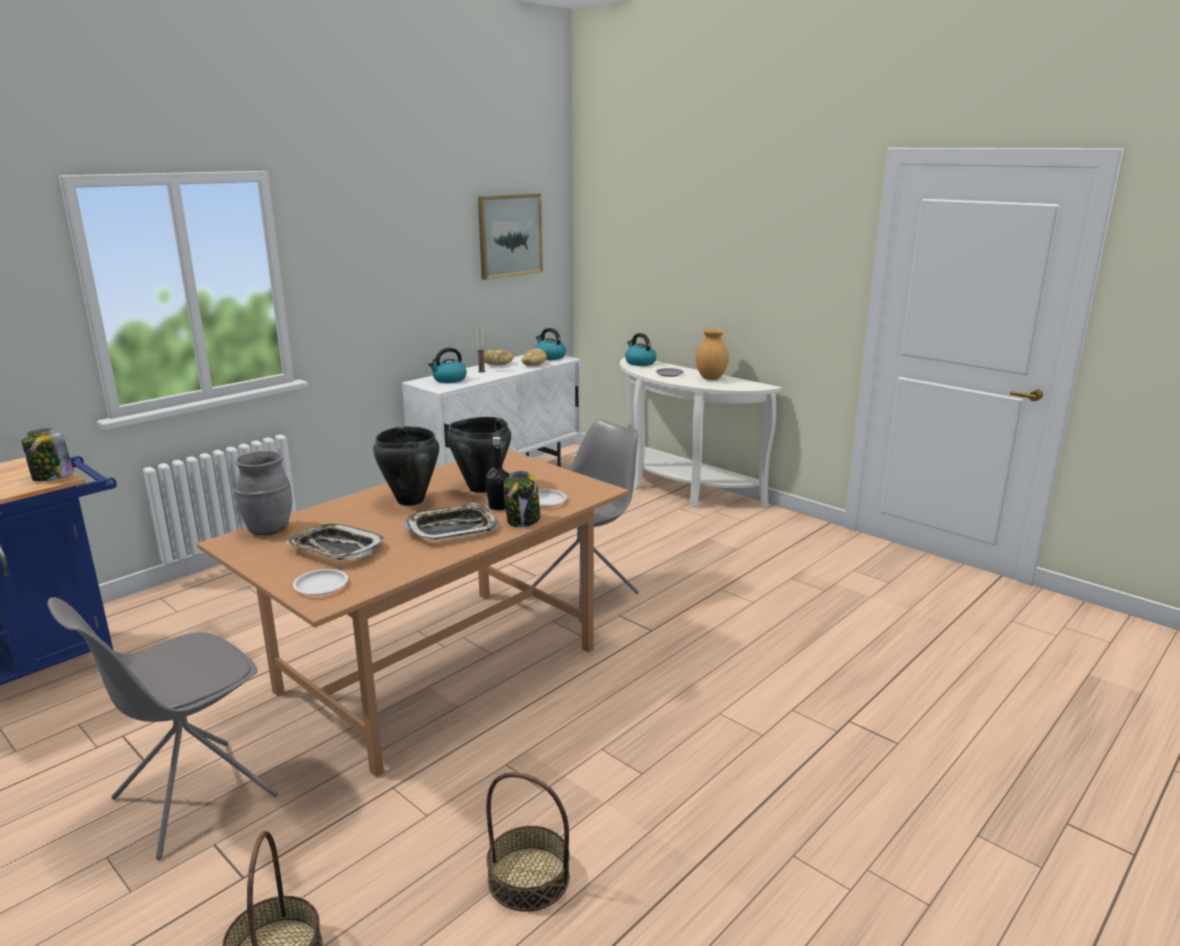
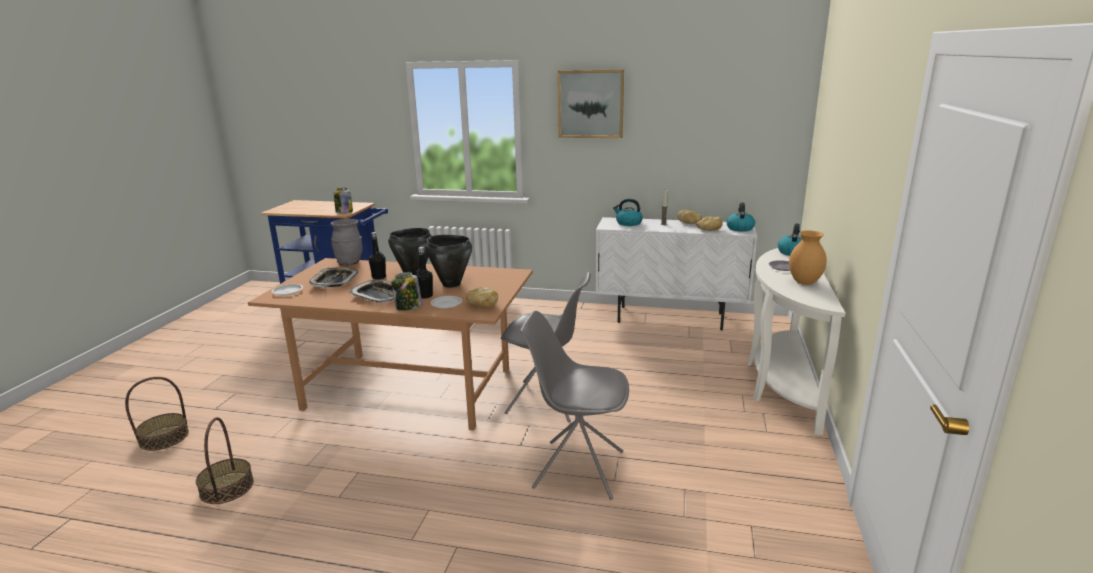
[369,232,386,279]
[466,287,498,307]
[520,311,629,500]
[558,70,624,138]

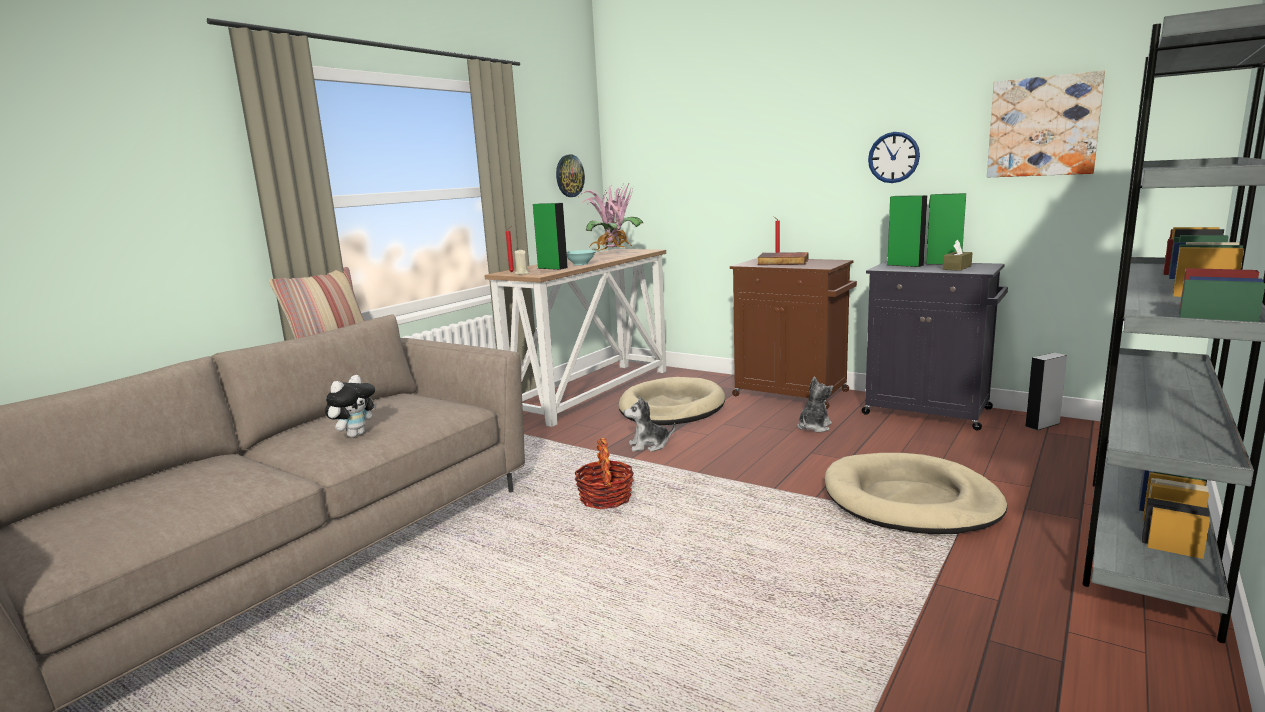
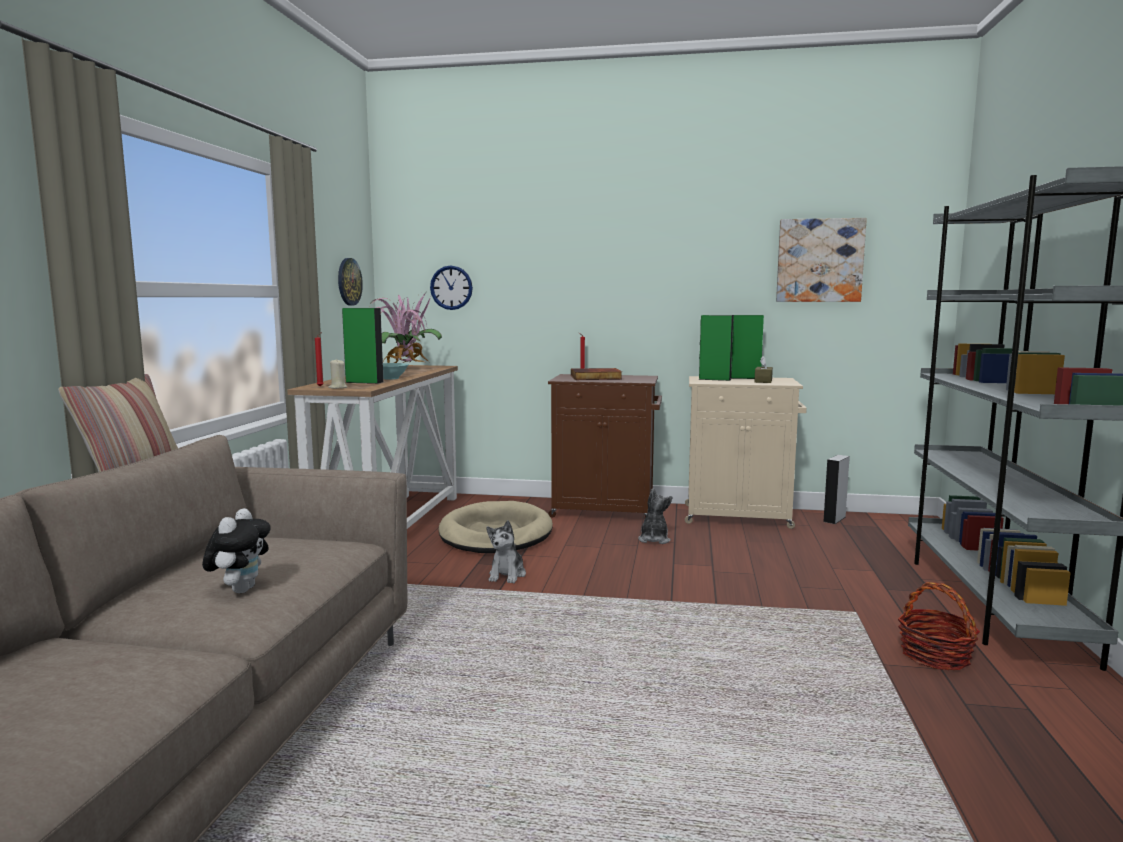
[430,265,473,310]
[486,520,526,584]
[685,376,807,529]
[898,582,980,670]
[825,453,1007,534] (first image)

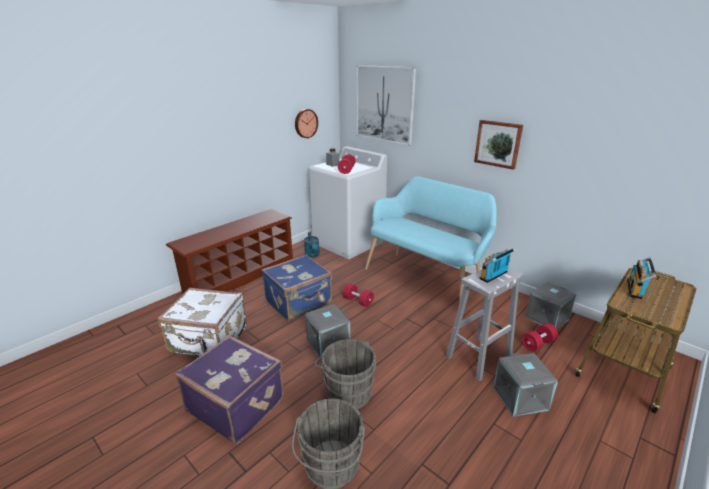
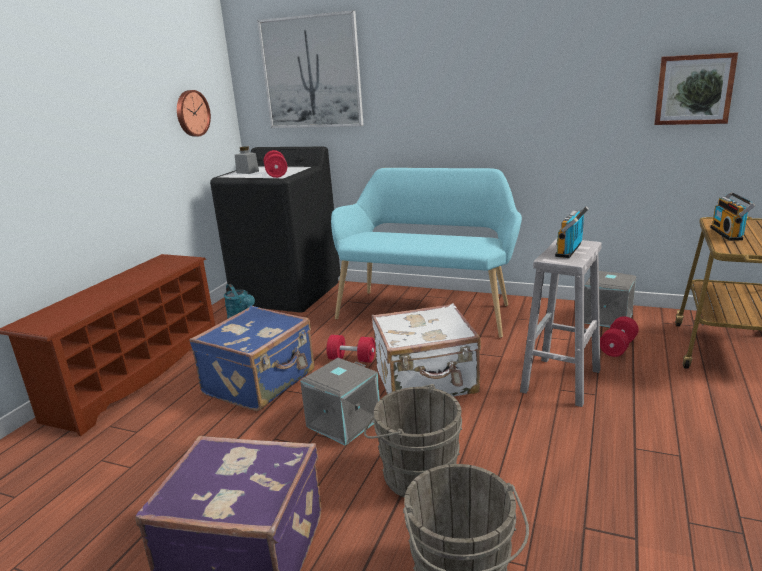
[210,147,340,313]
[372,303,481,396]
[654,52,738,125]
[493,353,558,416] (first image)

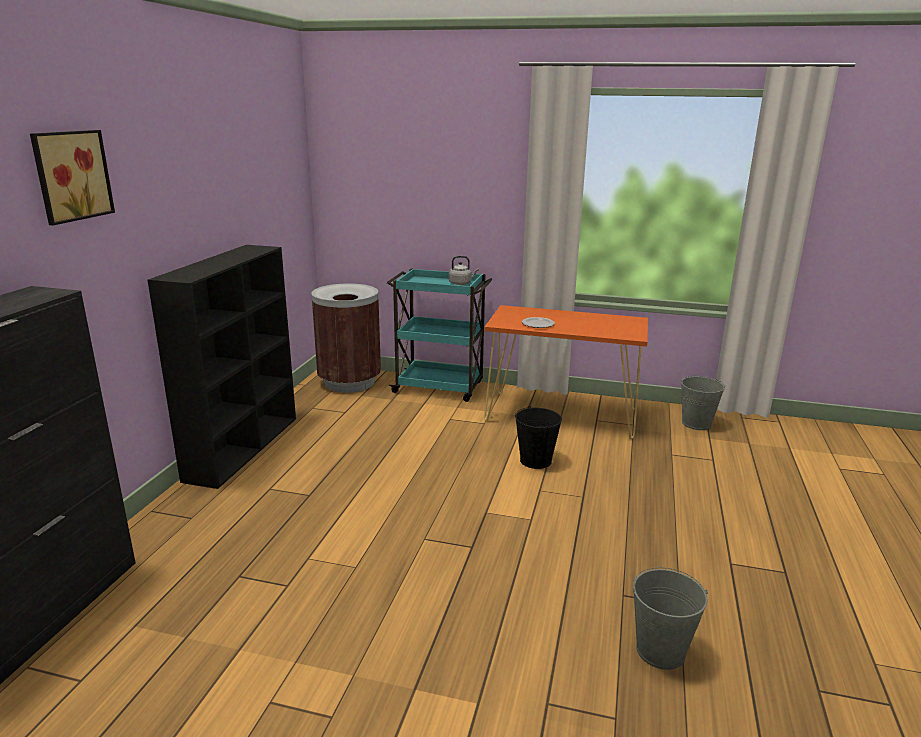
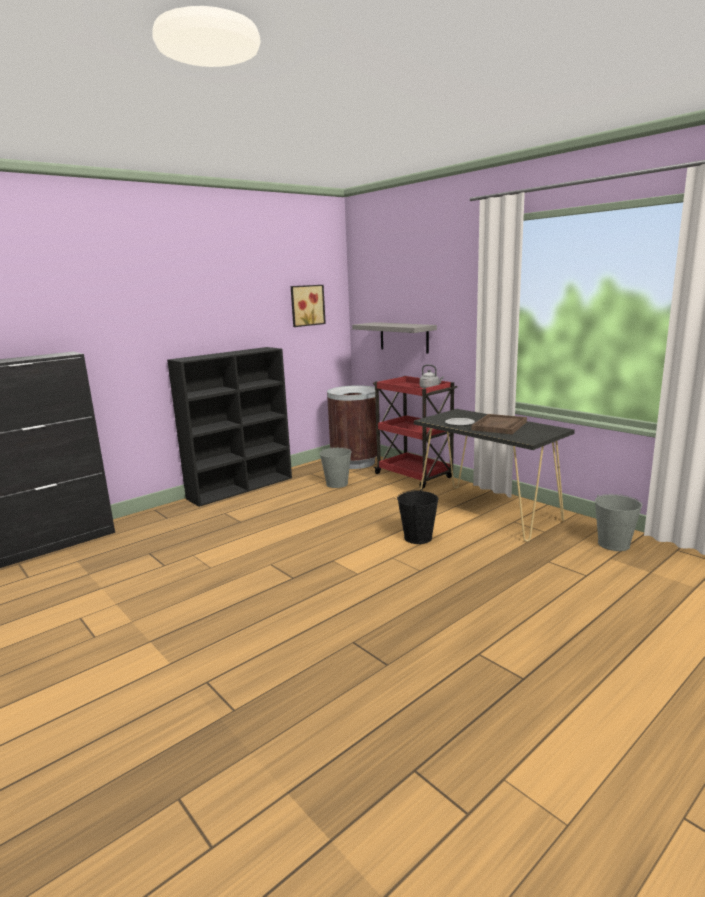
[291,285,326,327]
[320,447,352,488]
[352,322,437,354]
[373,376,457,489]
[414,409,575,542]
[471,414,527,434]

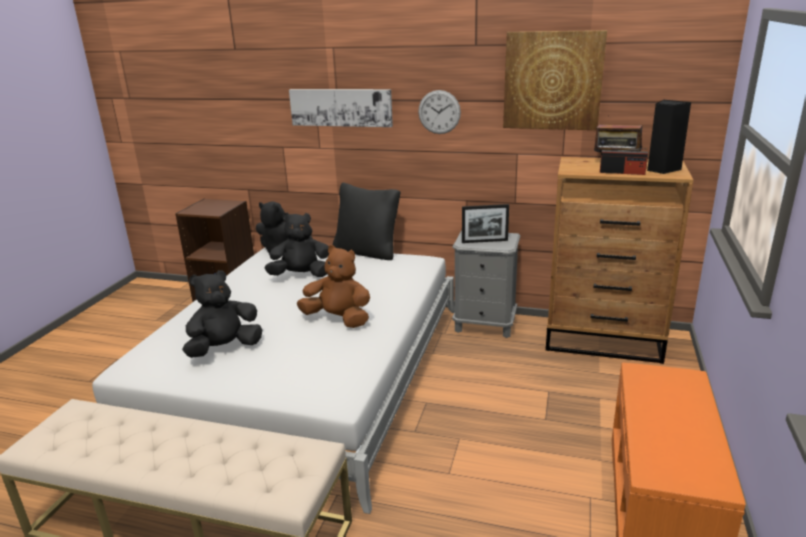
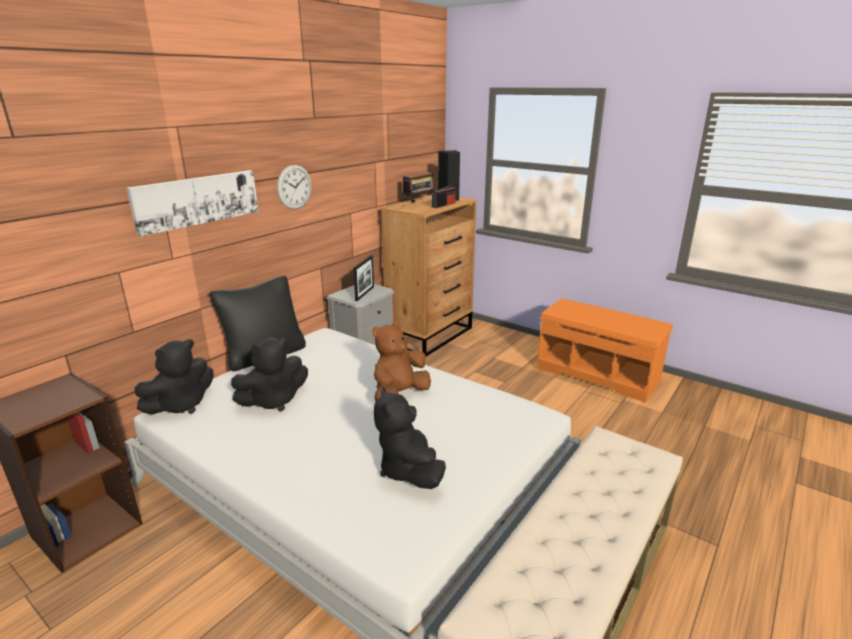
[231,337,308,412]
[503,30,607,130] (first image)

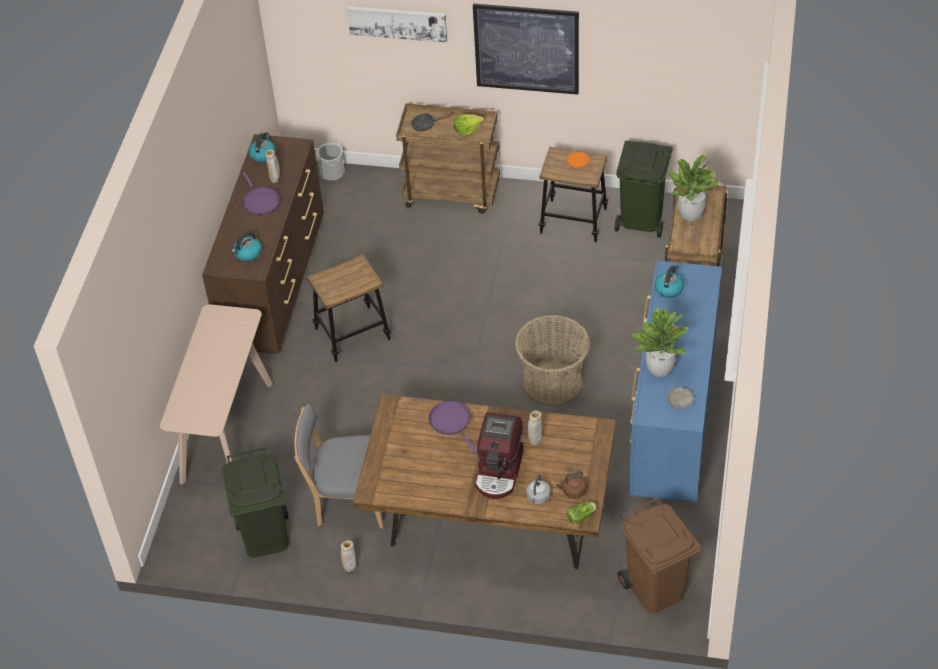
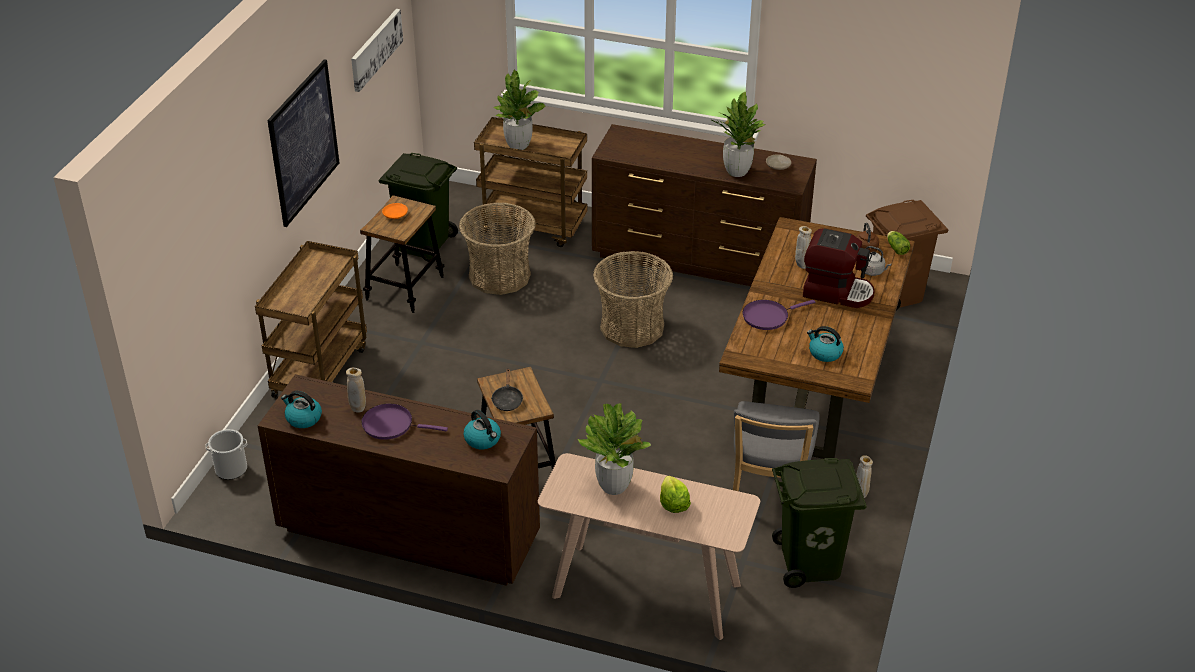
[351,9,403,92]
[361,404,448,440]
[459,203,536,295]
[491,368,523,411]
[578,403,651,495]
[592,124,817,286]
[660,475,691,513]
[807,326,844,362]

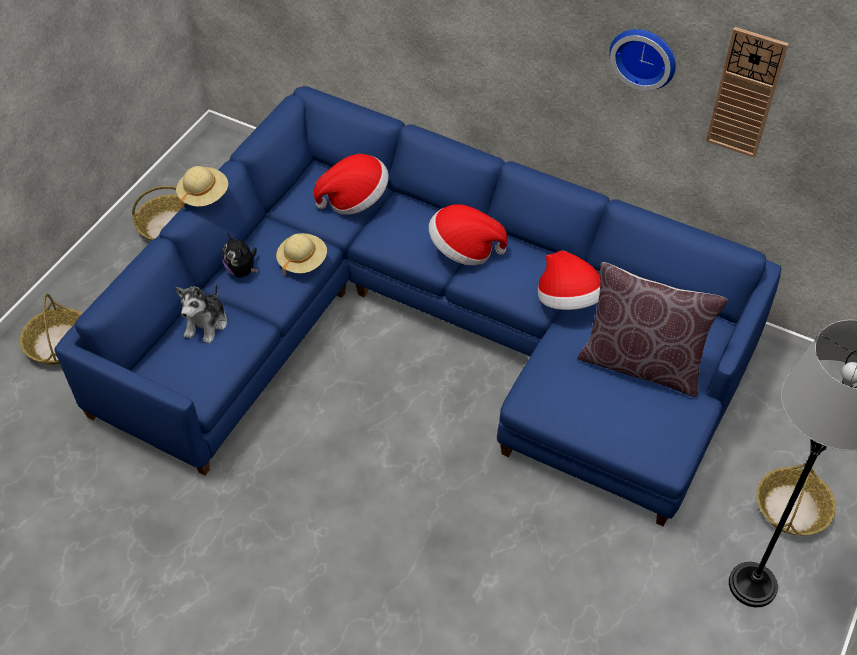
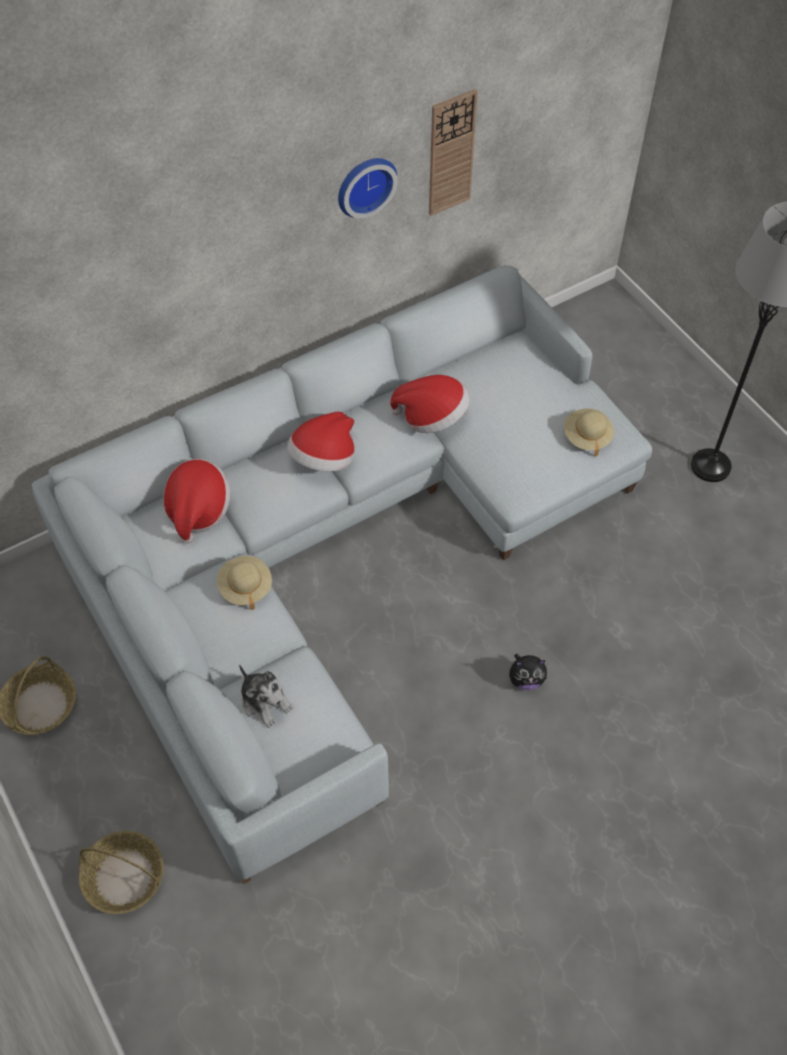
[32,265,652,884]
[509,654,547,690]
[564,408,614,456]
[577,262,728,397] (first image)
[756,463,836,535] (first image)

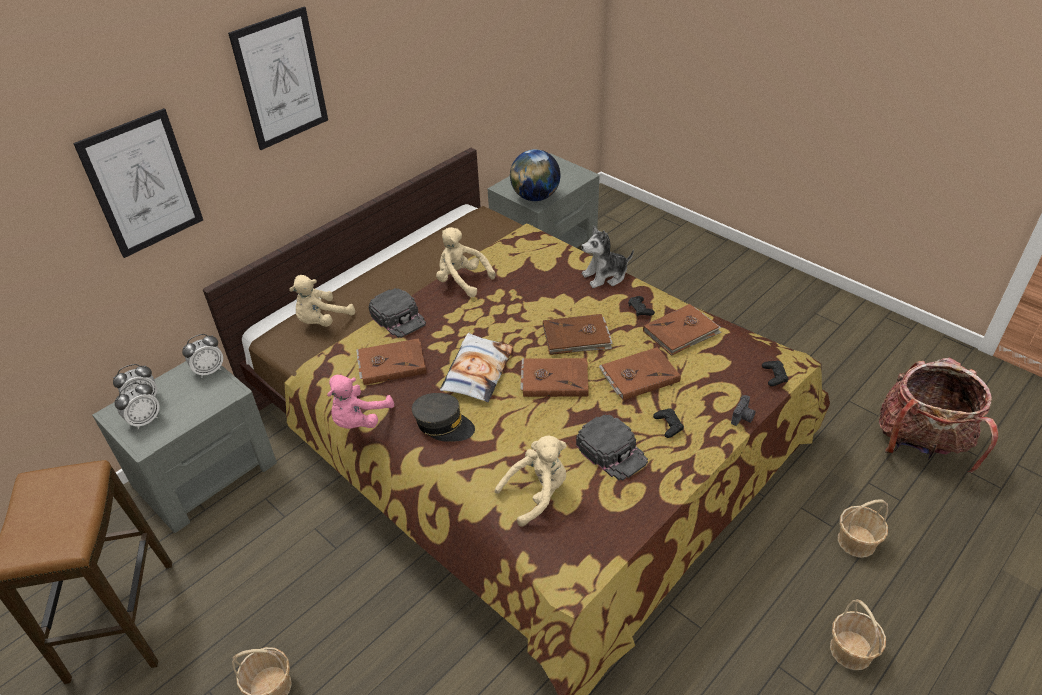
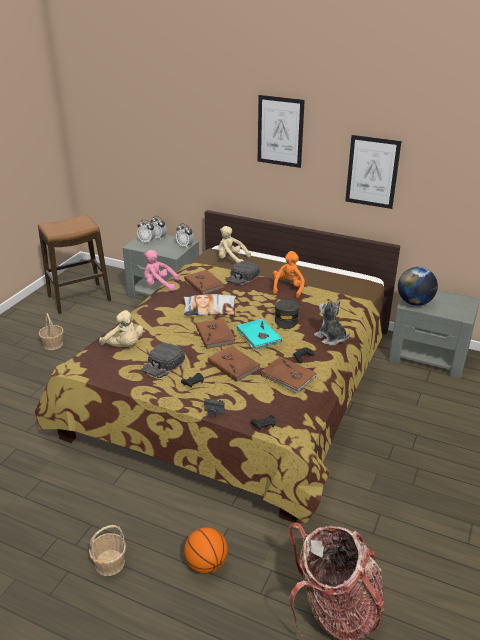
[184,527,228,574]
[236,319,282,350]
[273,251,305,298]
[275,299,300,329]
[345,135,401,209]

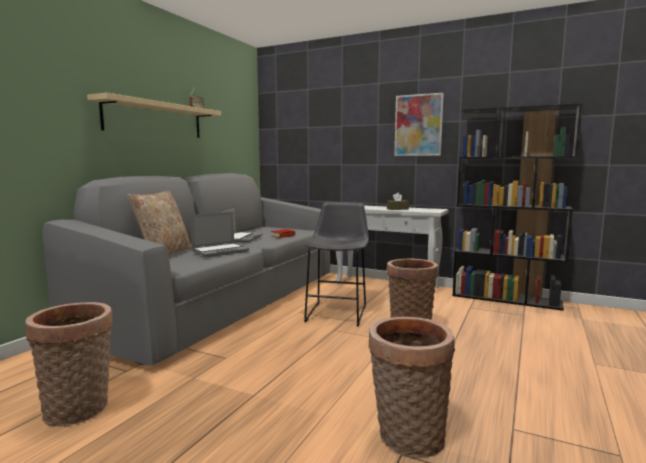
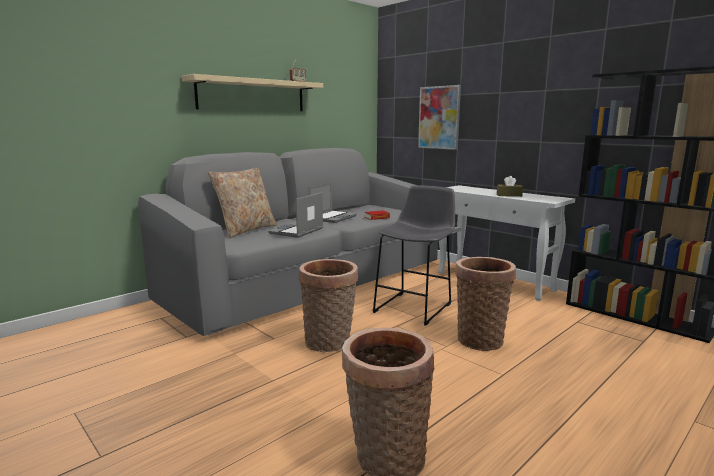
[268,192,323,238]
[299,259,358,352]
[418,85,461,150]

